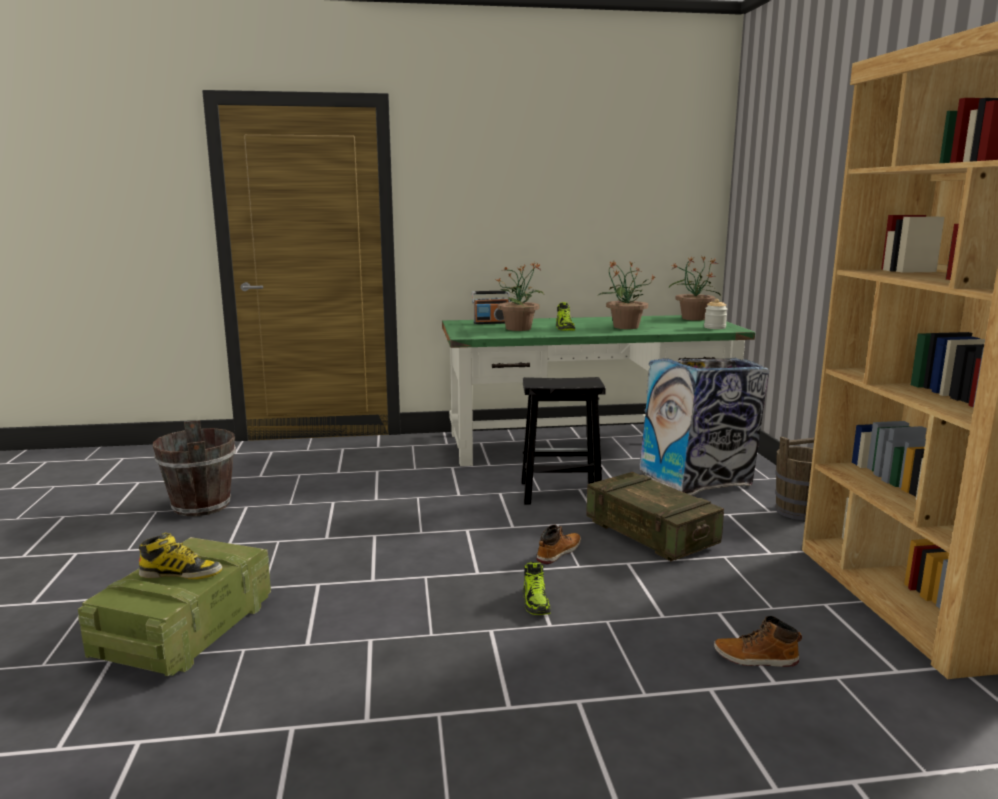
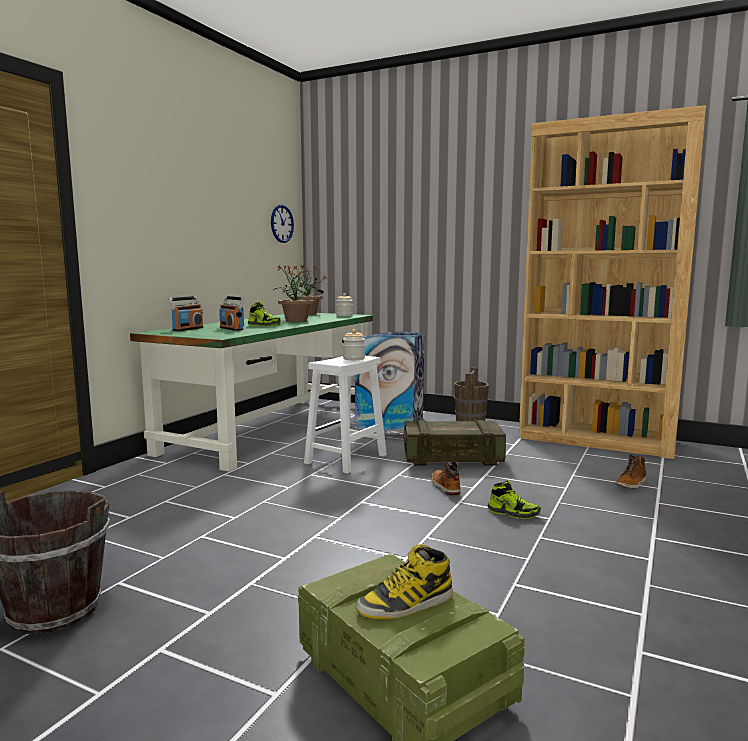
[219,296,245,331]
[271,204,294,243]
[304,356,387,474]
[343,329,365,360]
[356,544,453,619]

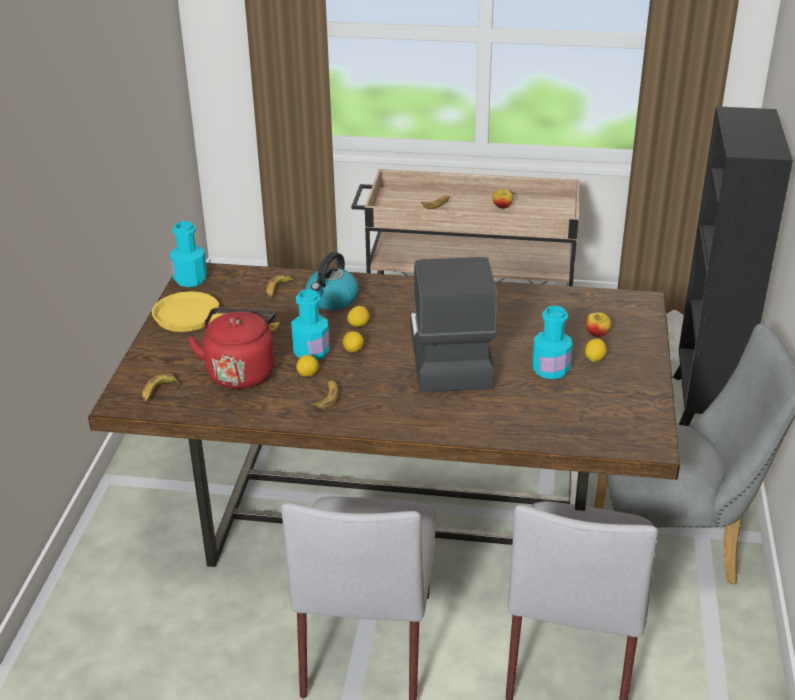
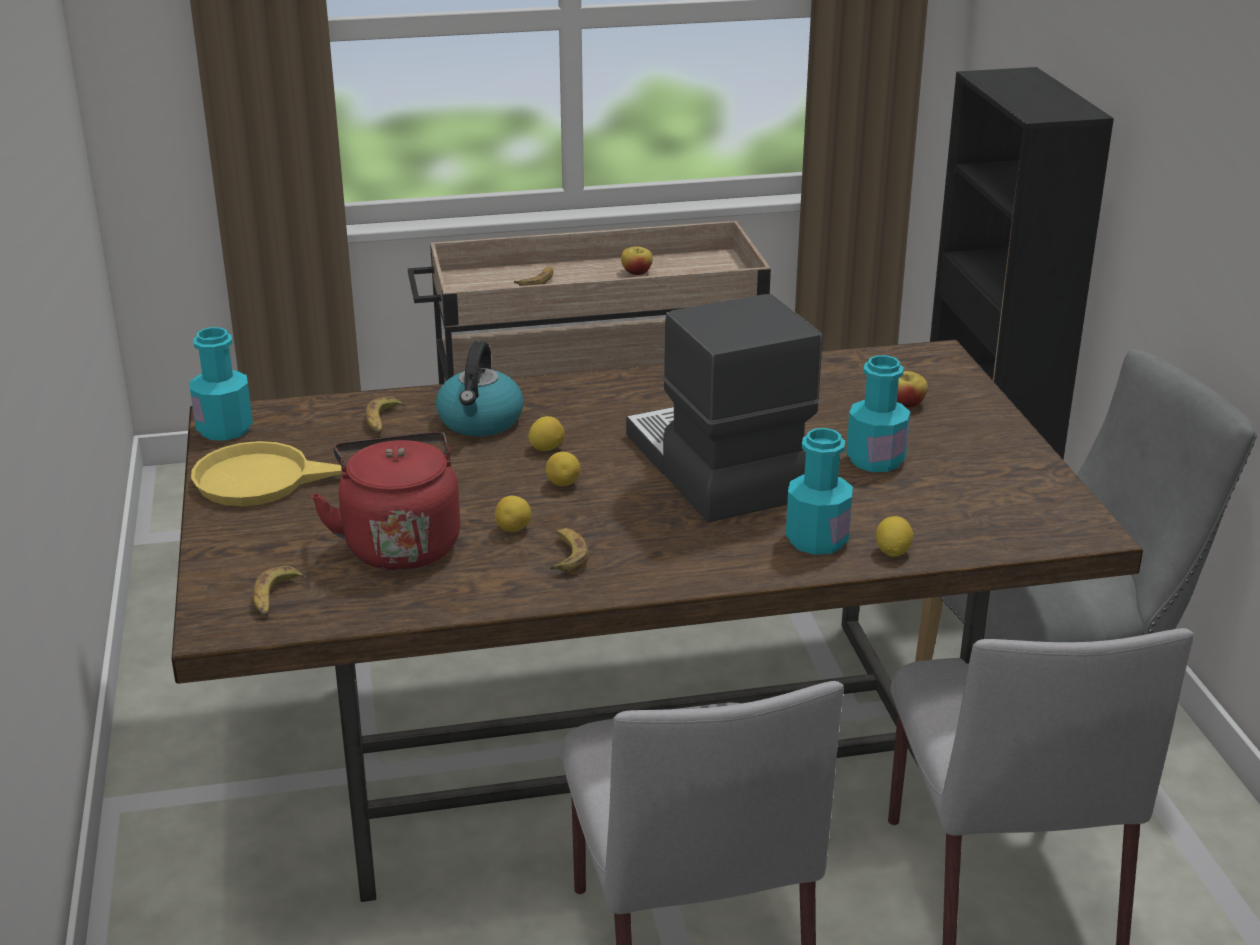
[786,428,853,555]
[876,516,913,557]

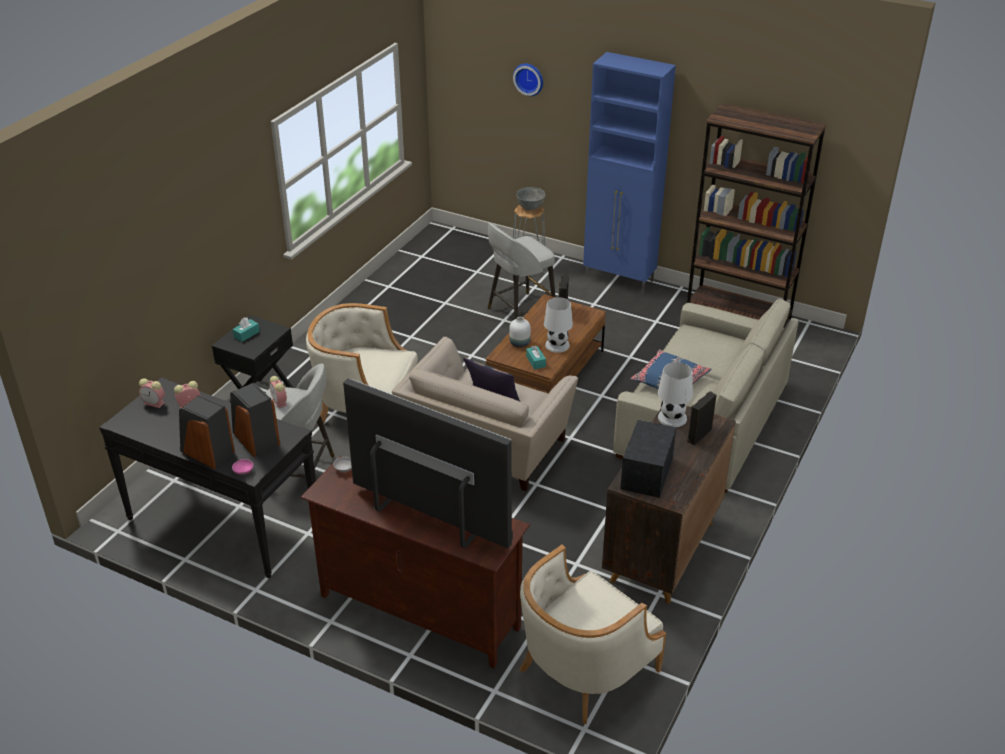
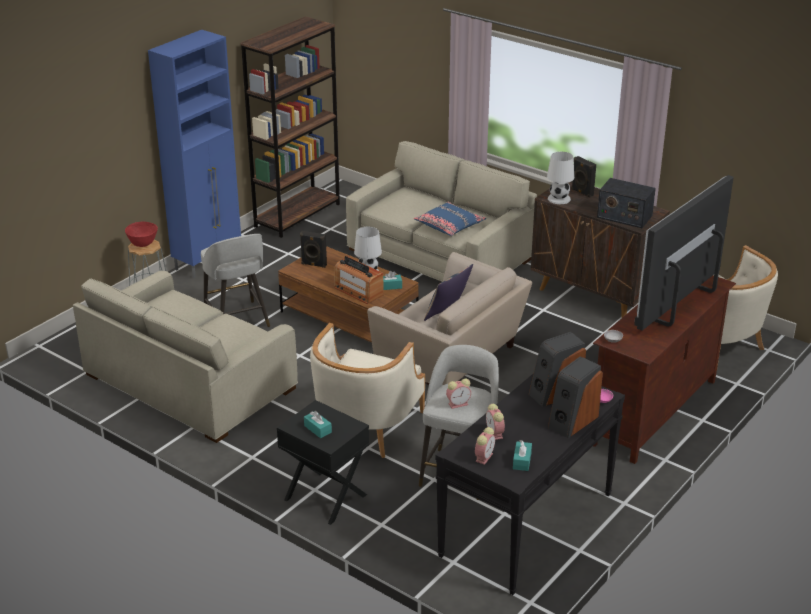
[73,271,298,443]
[125,222,158,247]
[334,256,384,304]
[513,440,532,471]
[513,64,543,96] (first image)

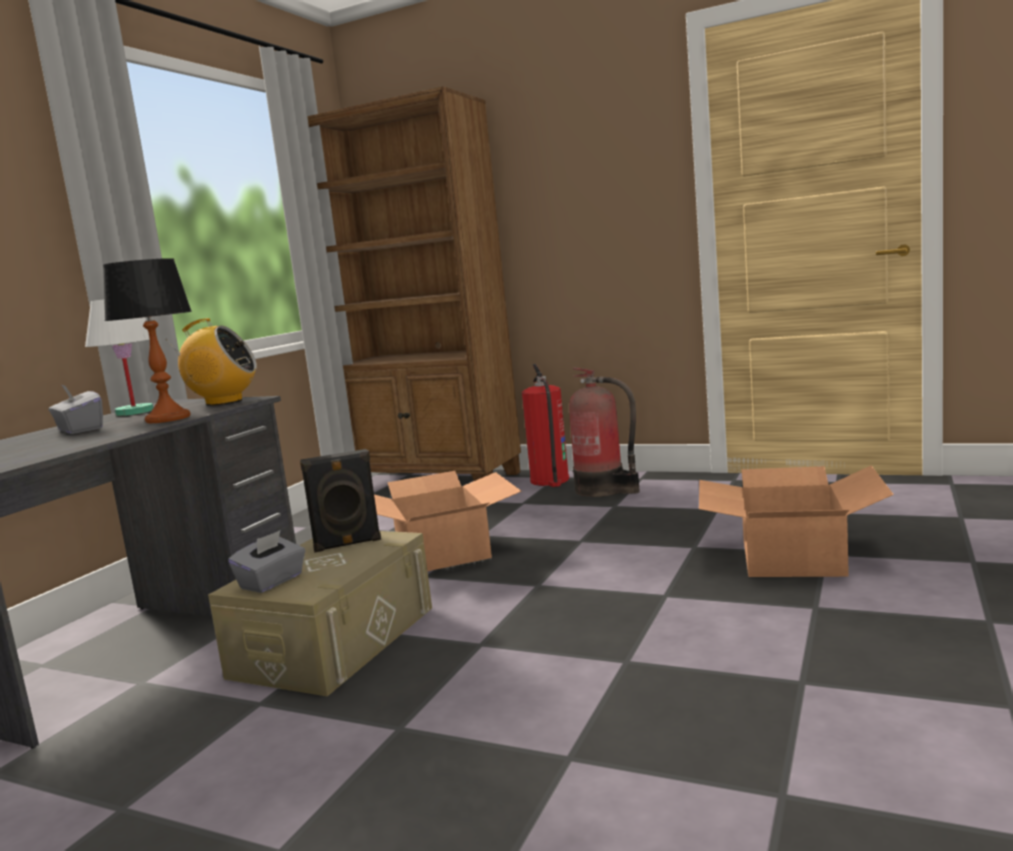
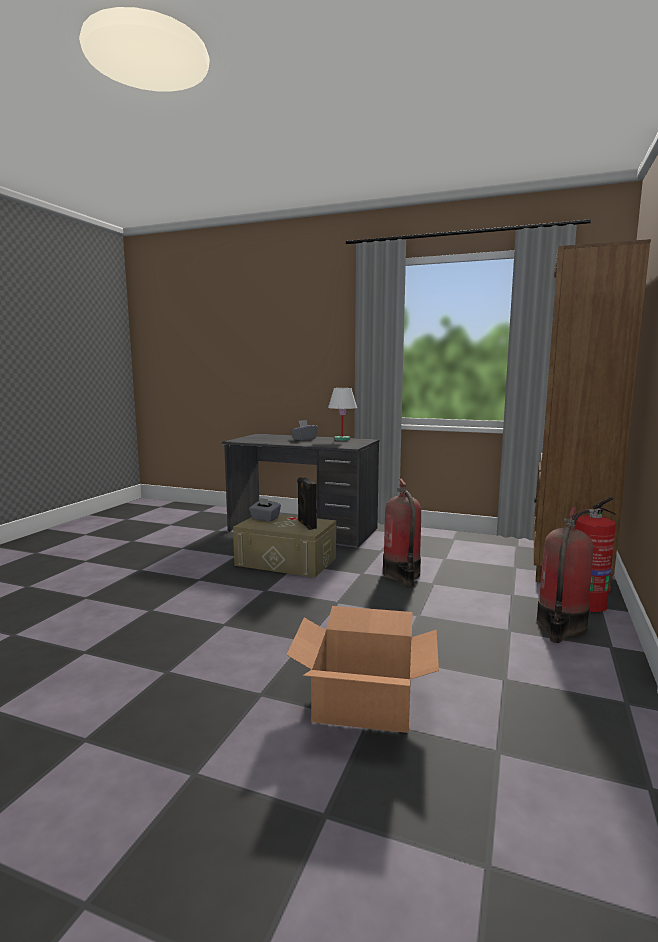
[383,479,421,587]
[103,258,192,423] (first image)
[165,318,257,406] (first image)

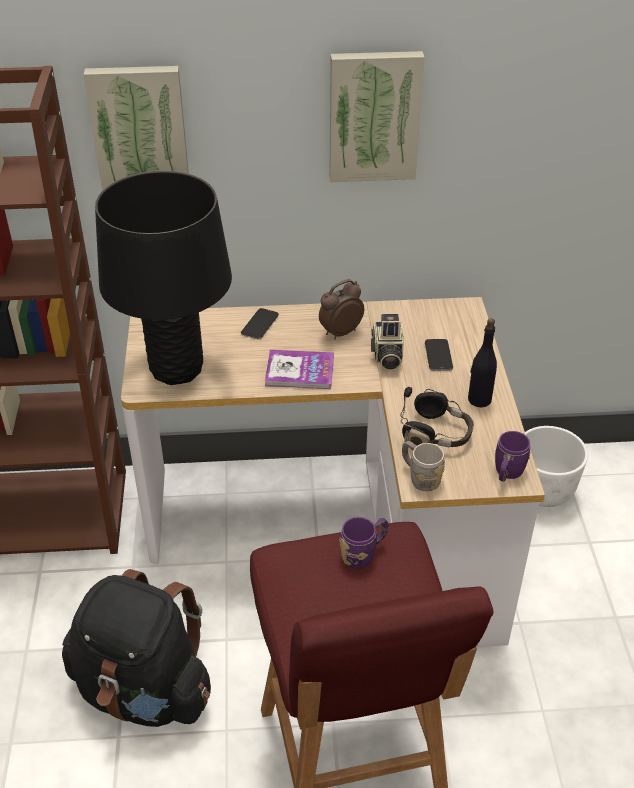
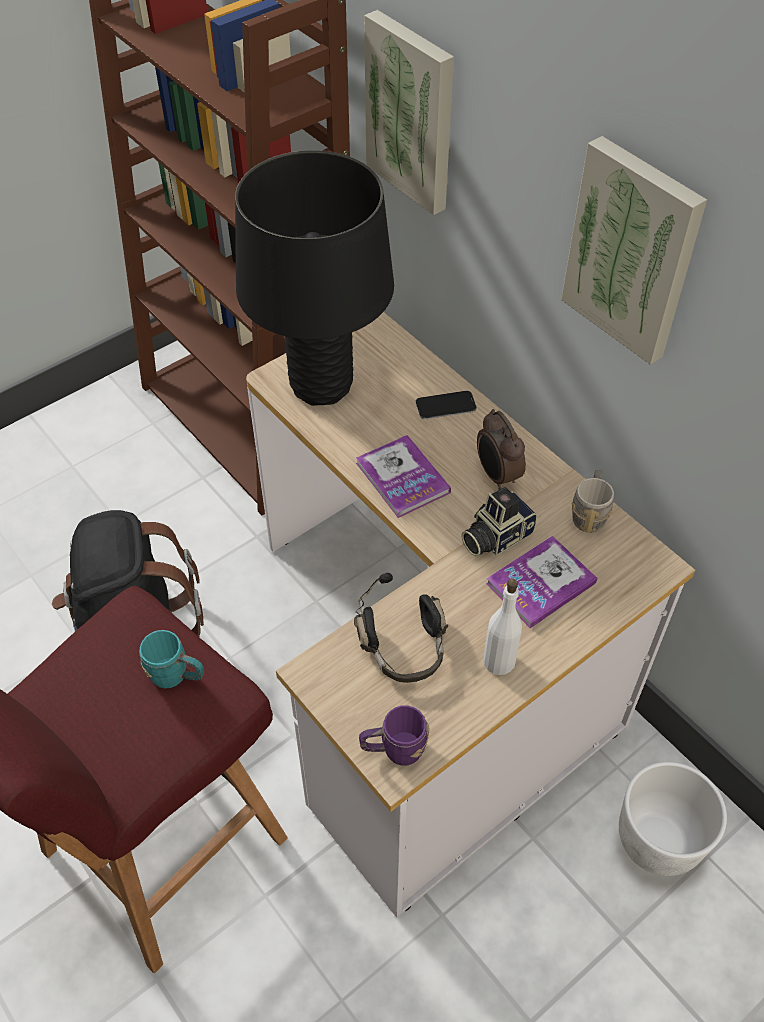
[139,630,204,689]
[477,409,526,490]
[483,579,522,675]
[486,536,597,628]
[572,470,614,533]

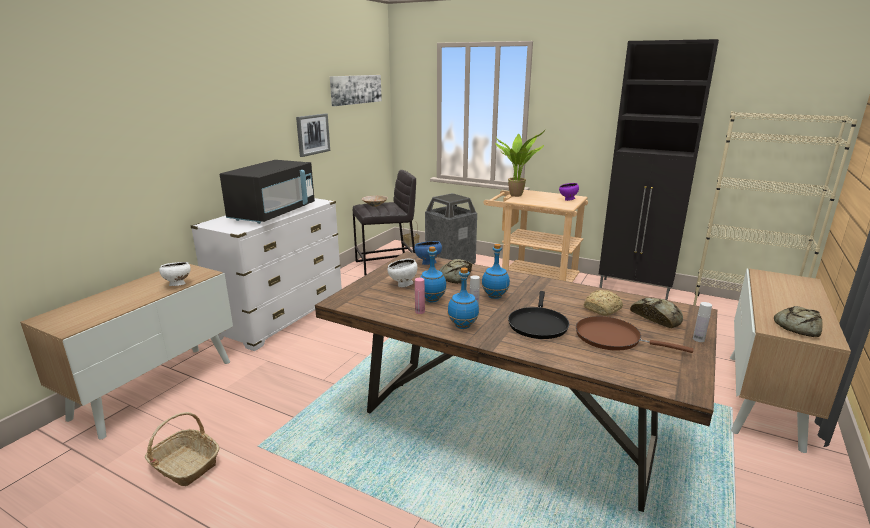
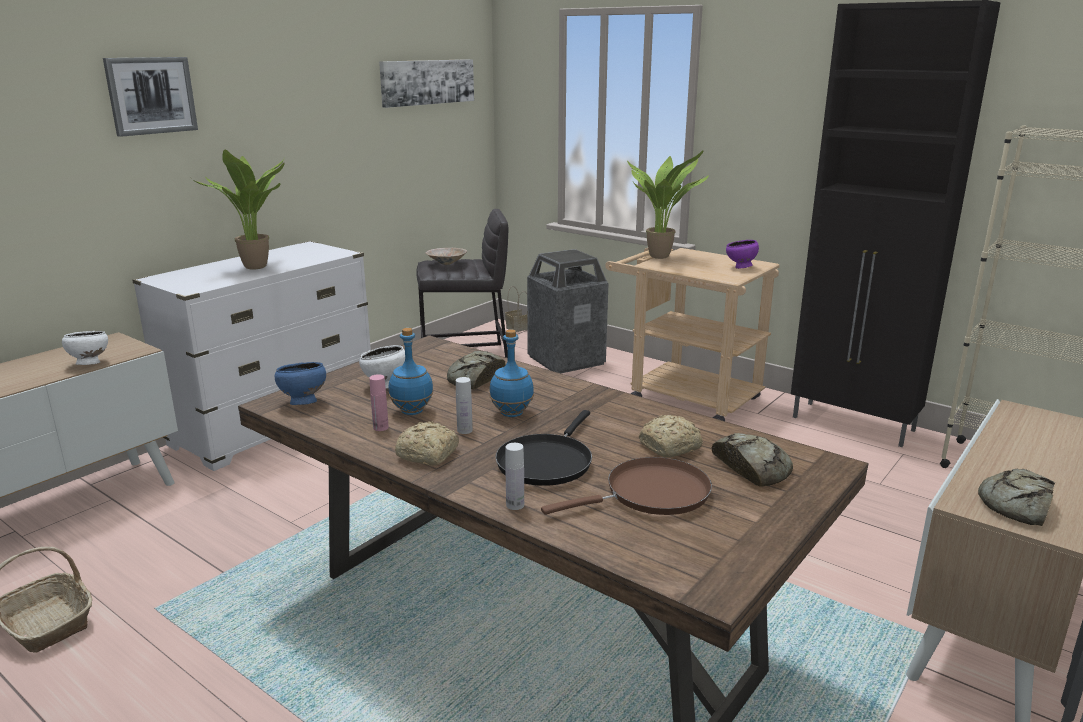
[103,57,198,137]
[191,150,285,270]
[275,362,326,405]
[395,421,459,466]
[505,443,524,510]
[541,457,712,515]

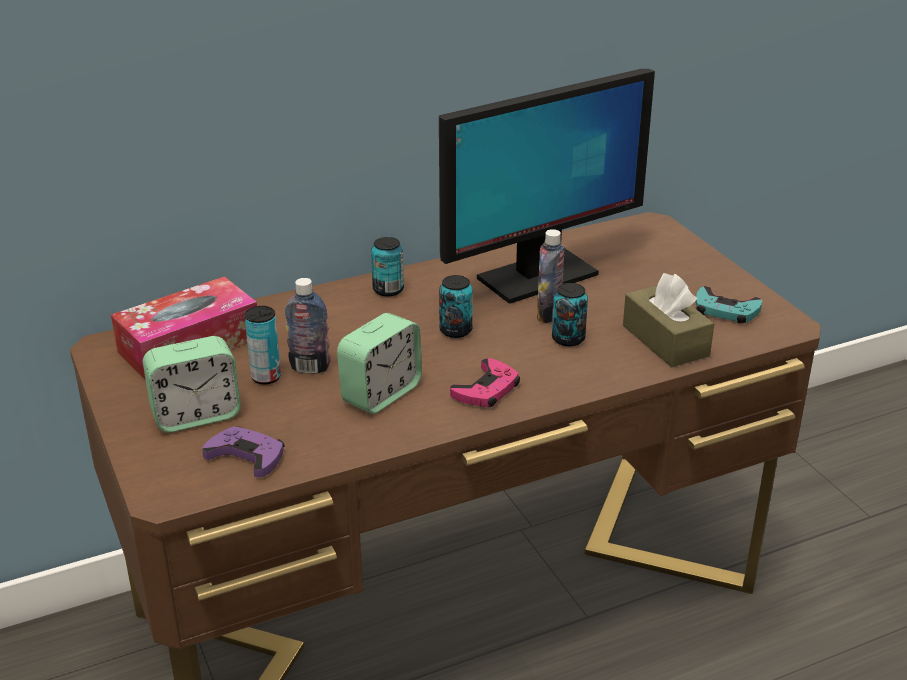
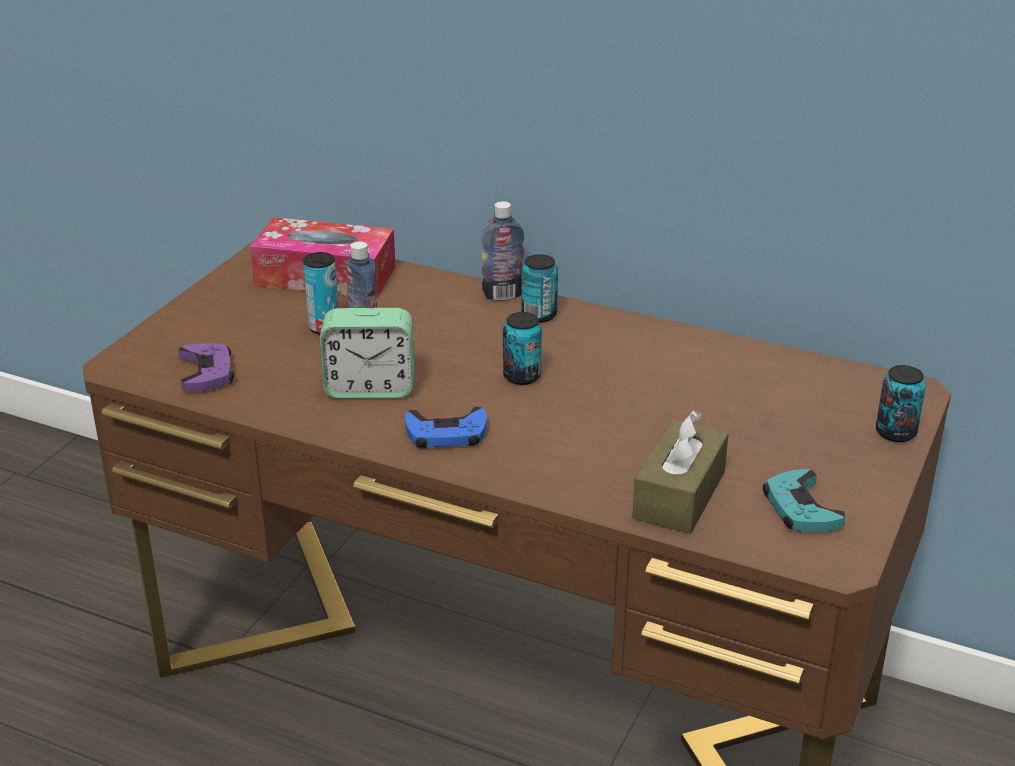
[405,406,487,449]
[481,201,525,301]
[876,365,926,442]
[143,336,241,432] (first image)
[439,69,655,304] (first image)

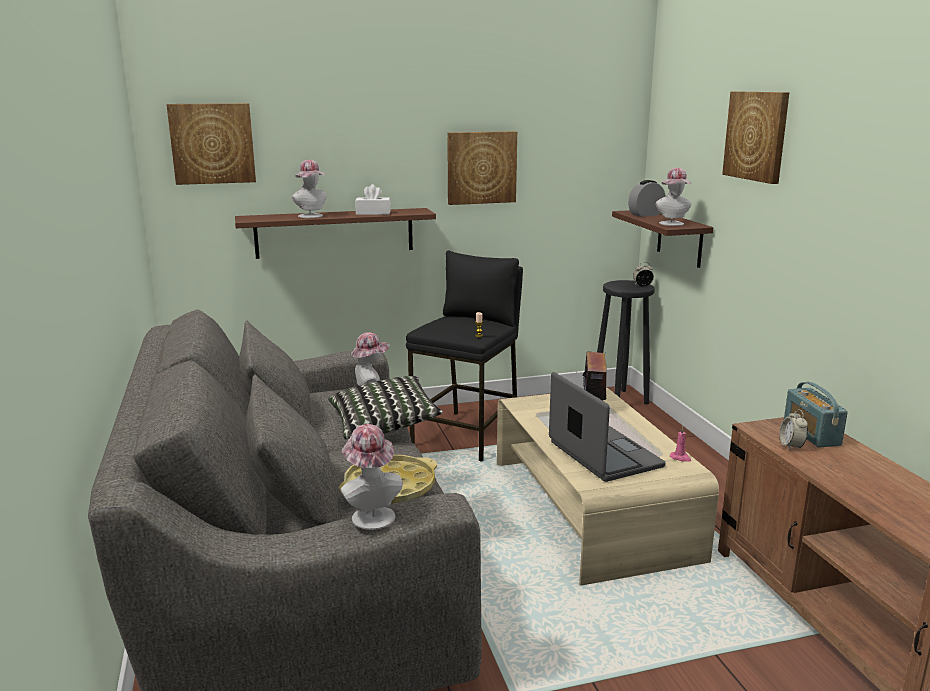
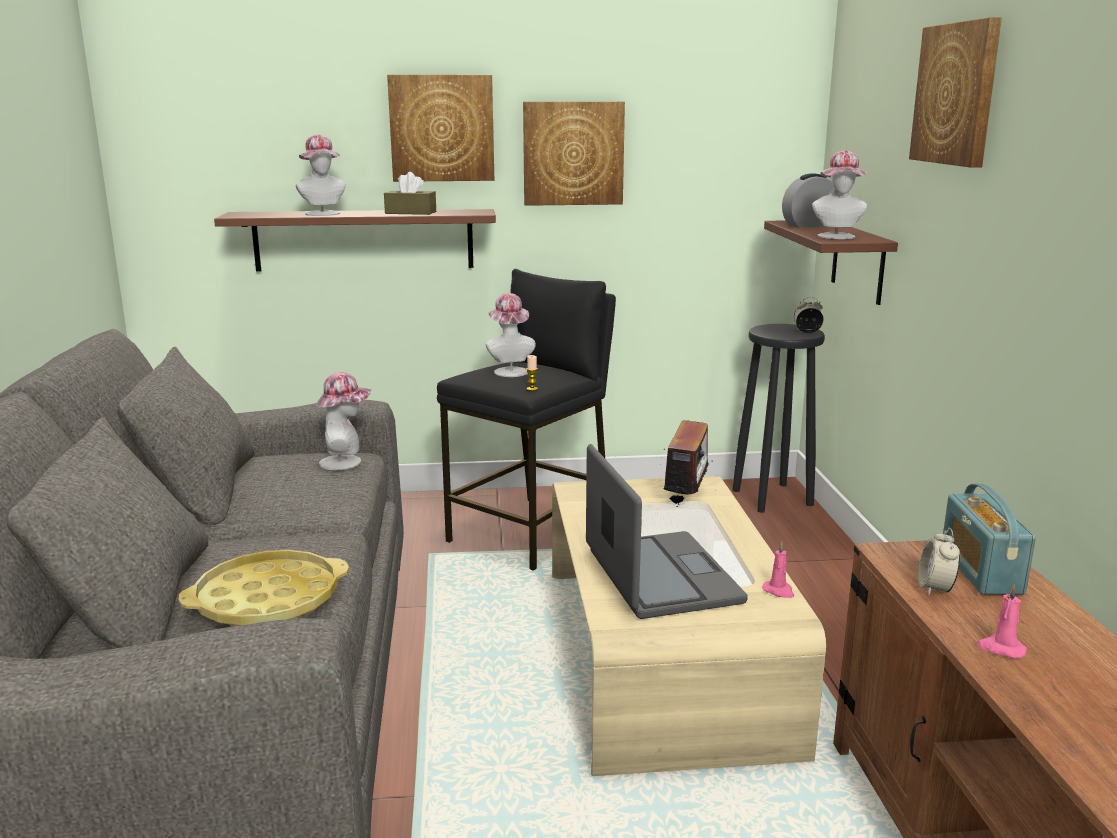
[384,172,436,215]
[387,75,494,182]
[486,293,536,377]
[977,584,1027,658]
[328,376,443,440] (first image)

